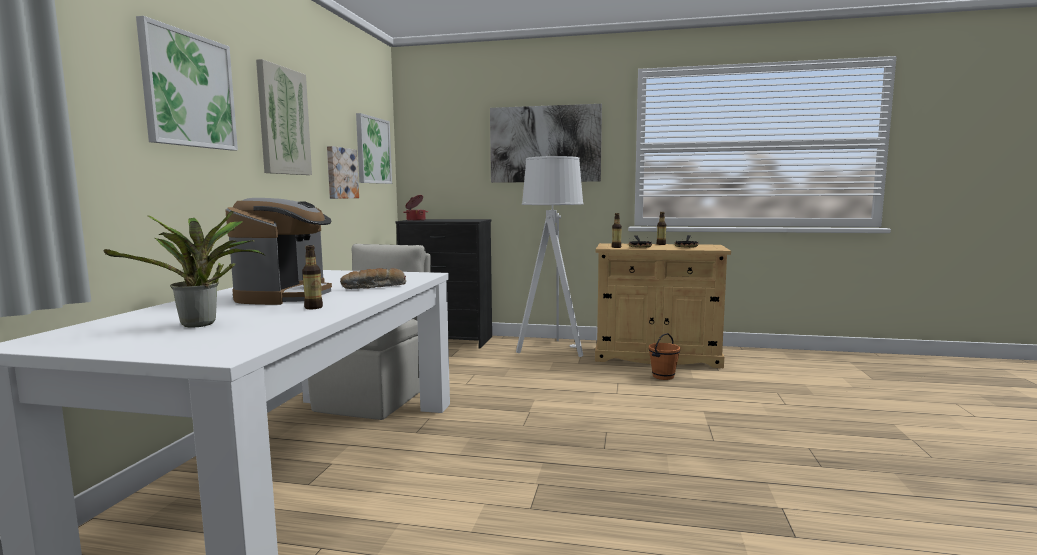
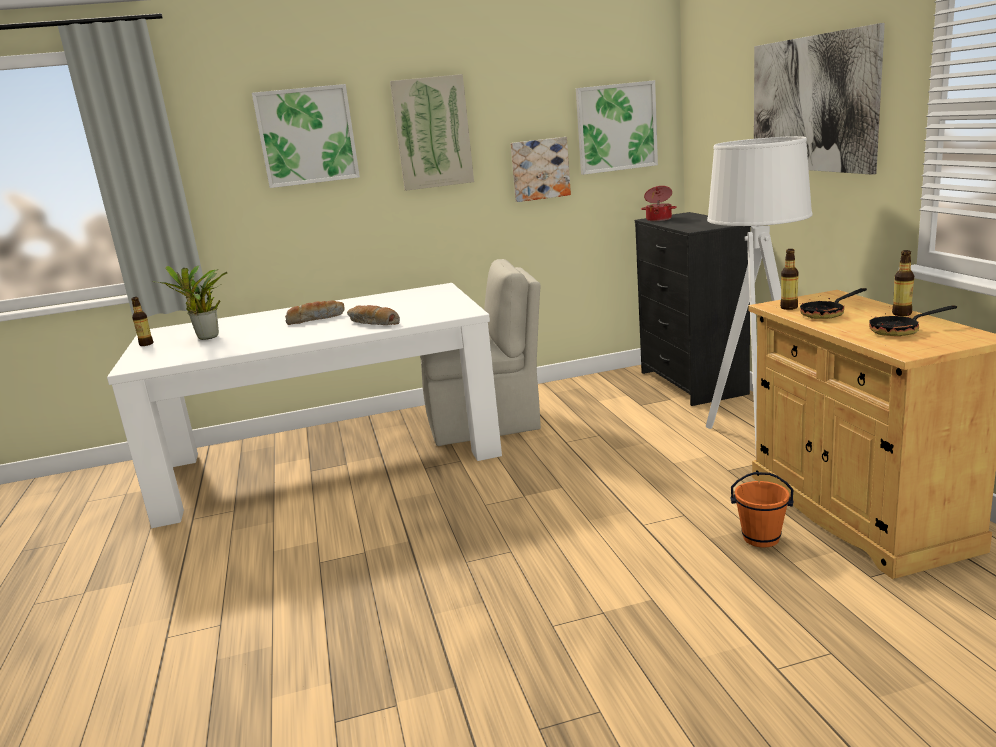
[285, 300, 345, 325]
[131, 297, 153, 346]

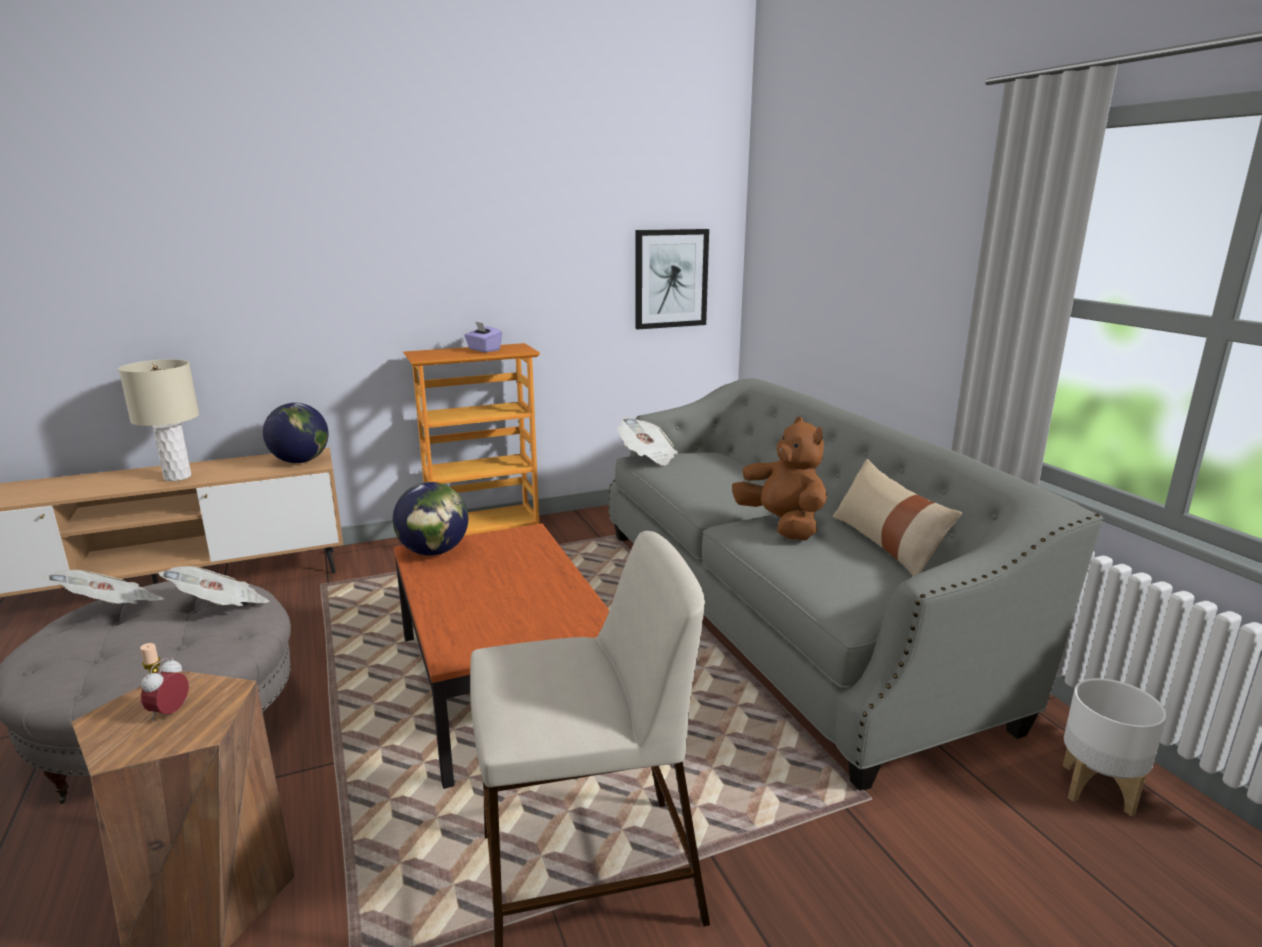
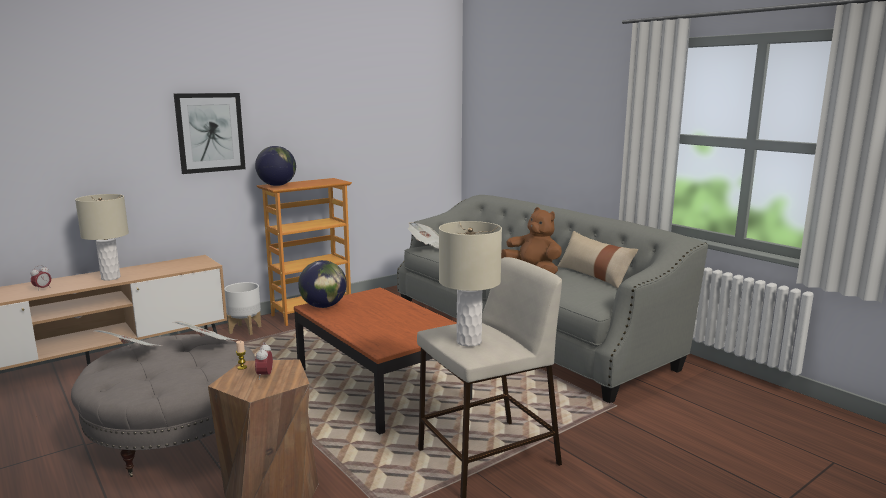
[174, 93, 246, 174]
[464, 321, 502, 352] (first image)
[255, 146, 296, 186]
[224, 282, 261, 335]
[439, 221, 502, 347]
[31, 265, 51, 291]

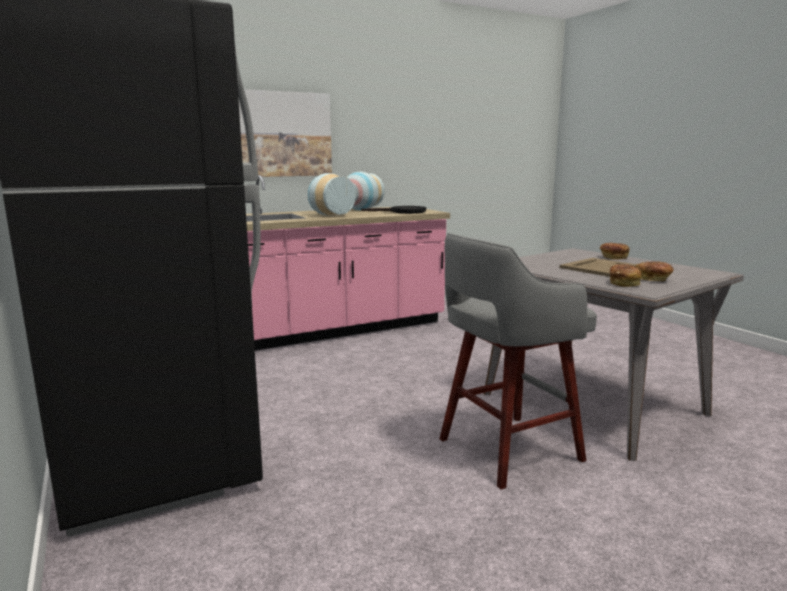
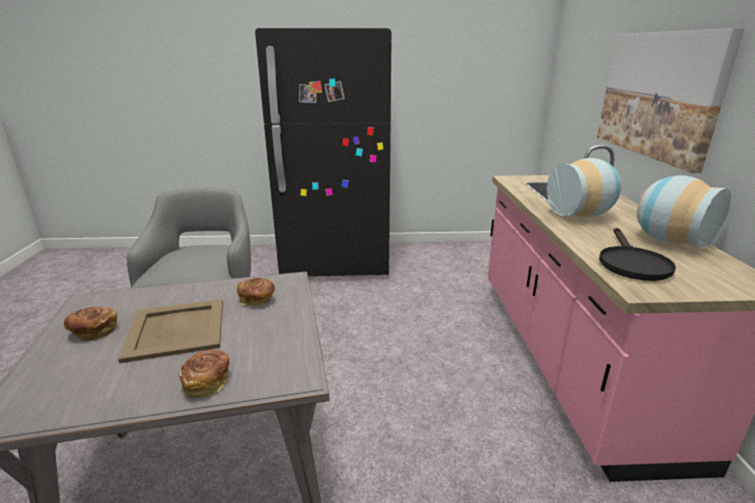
[237, 278, 275, 306]

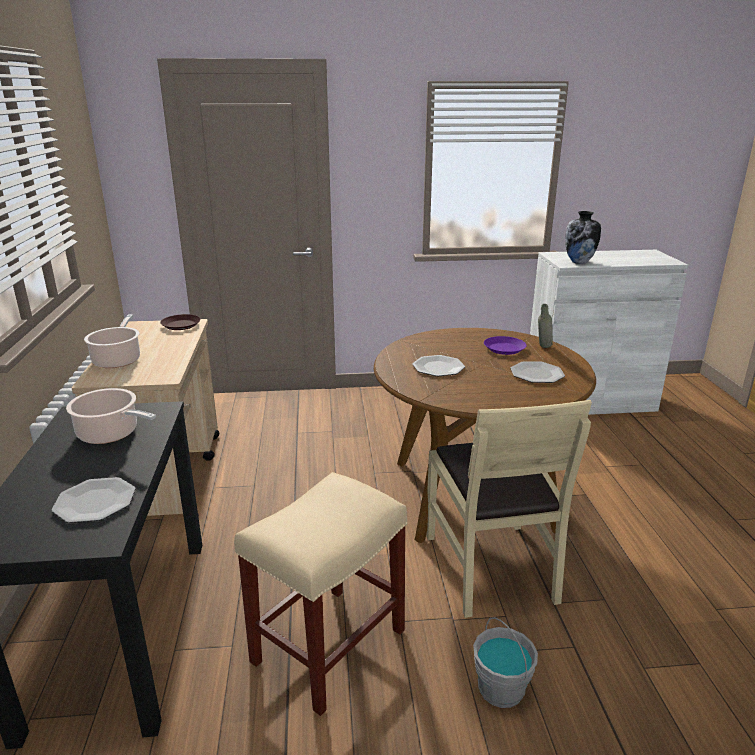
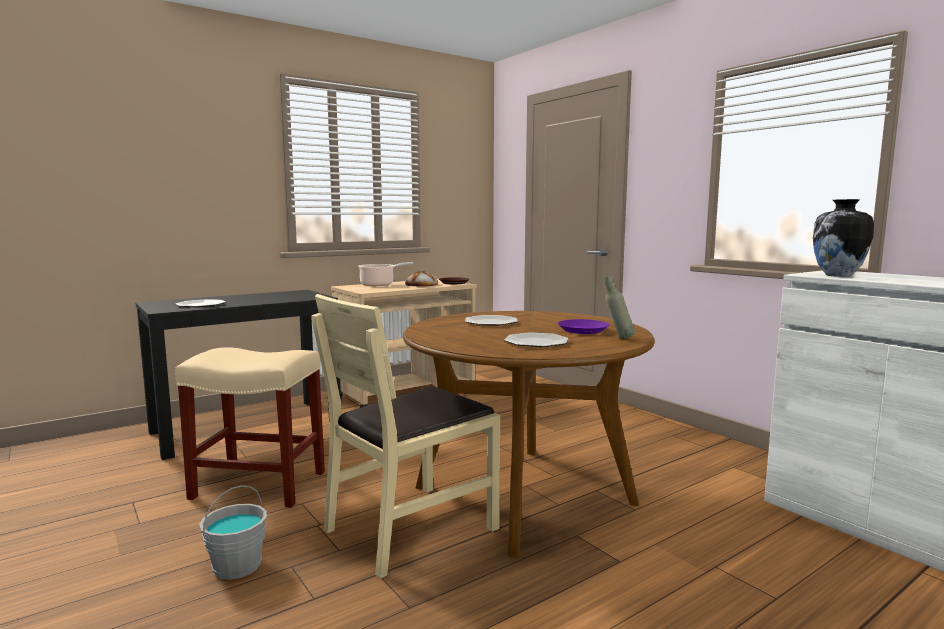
[66, 388, 156, 444] (first image)
[405, 271, 438, 287]

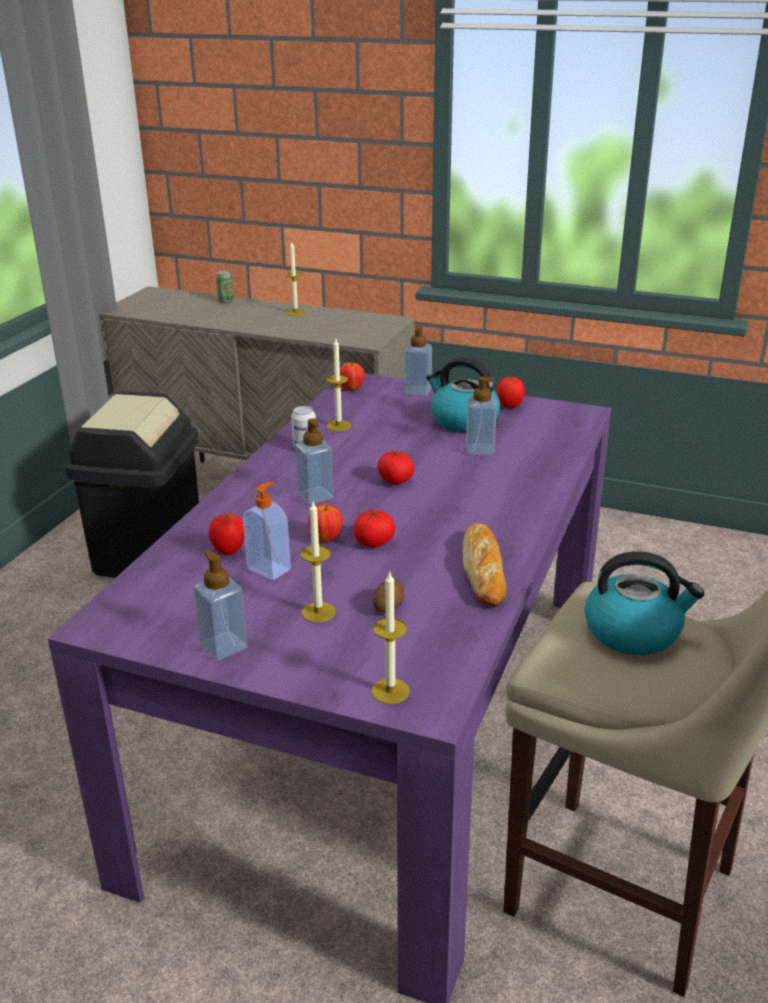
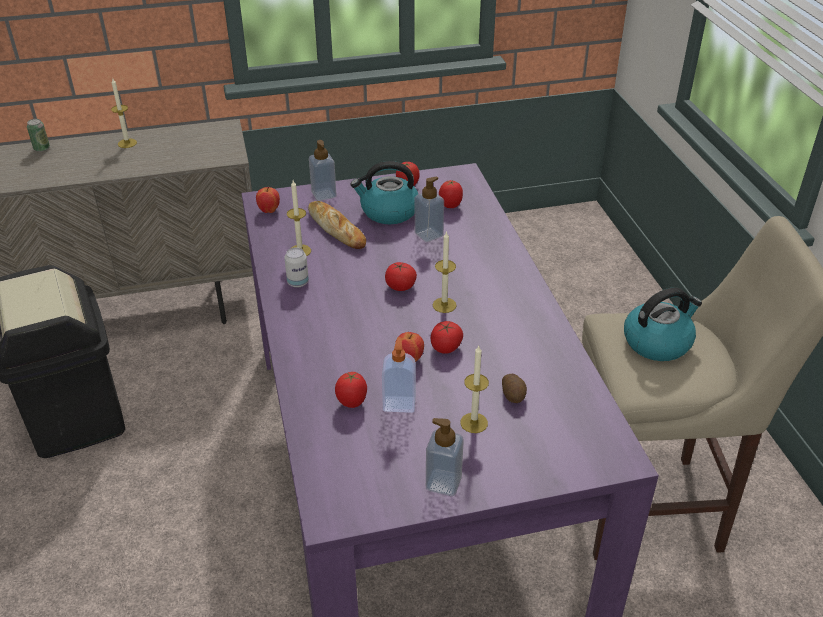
[295, 419, 334, 505] (first image)
[308, 201, 366, 249]
[433, 231, 457, 313]
[439, 180, 463, 208]

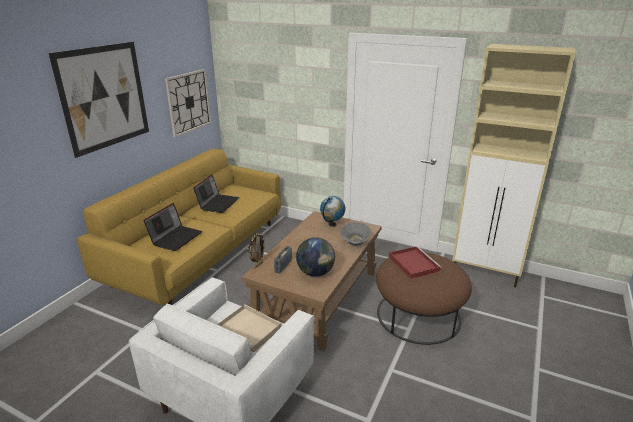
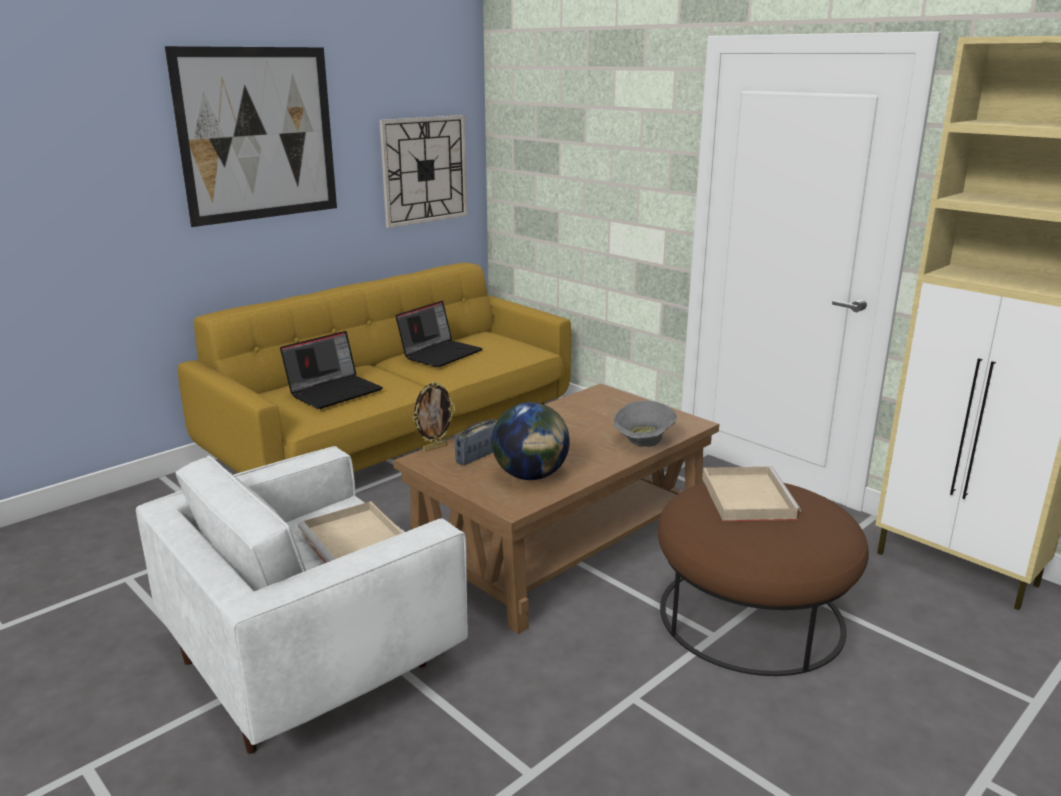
[320, 196, 345, 227] (first image)
[702, 466, 801, 521]

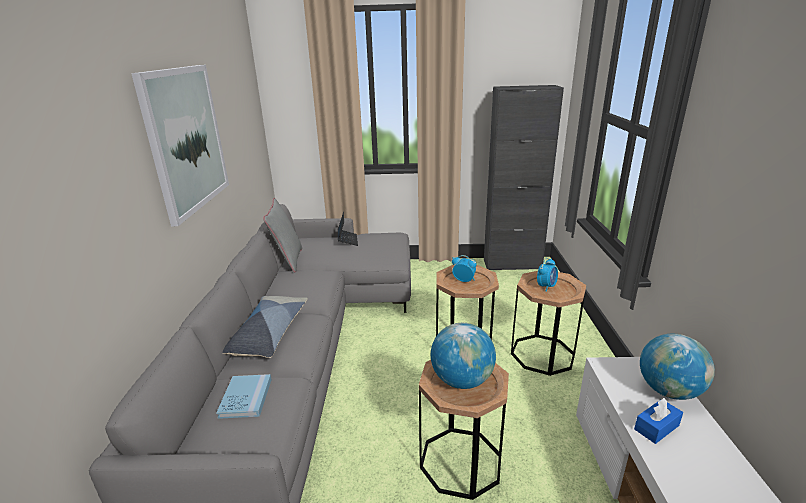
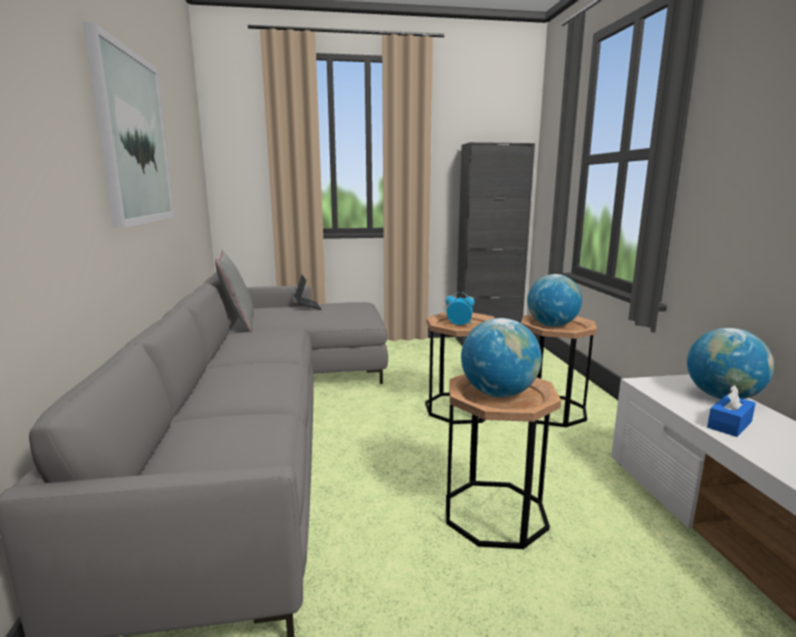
[527, 274, 582, 327]
[222, 296, 308, 358] (first image)
[216, 374, 272, 419] (first image)

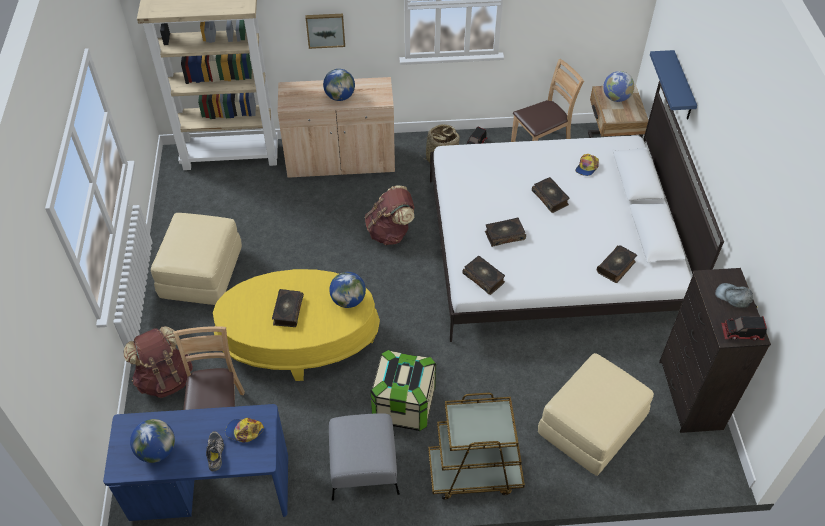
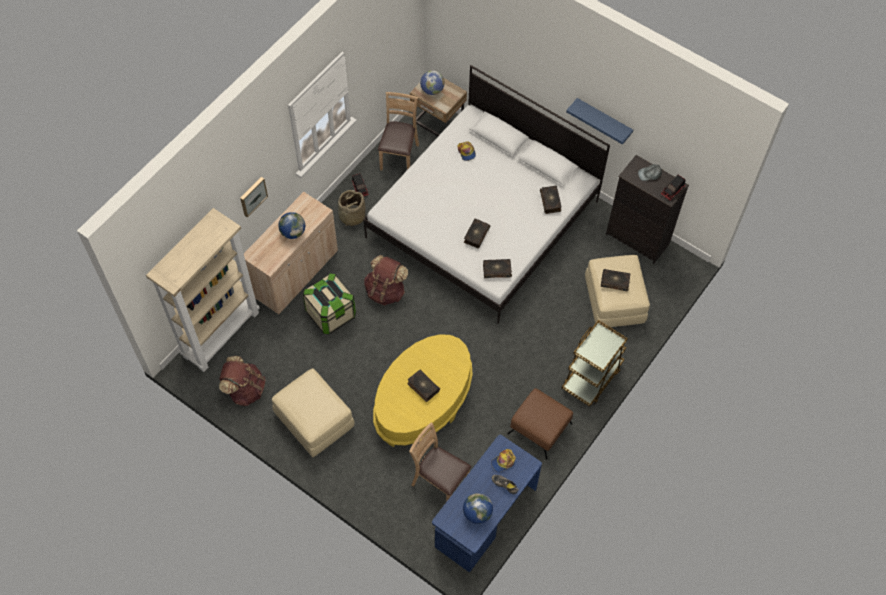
[566, 98, 633, 145]
[601, 269, 630, 291]
[329, 272, 366, 308] (first image)
[219, 356, 265, 406]
[303, 273, 356, 334]
[507, 388, 573, 459]

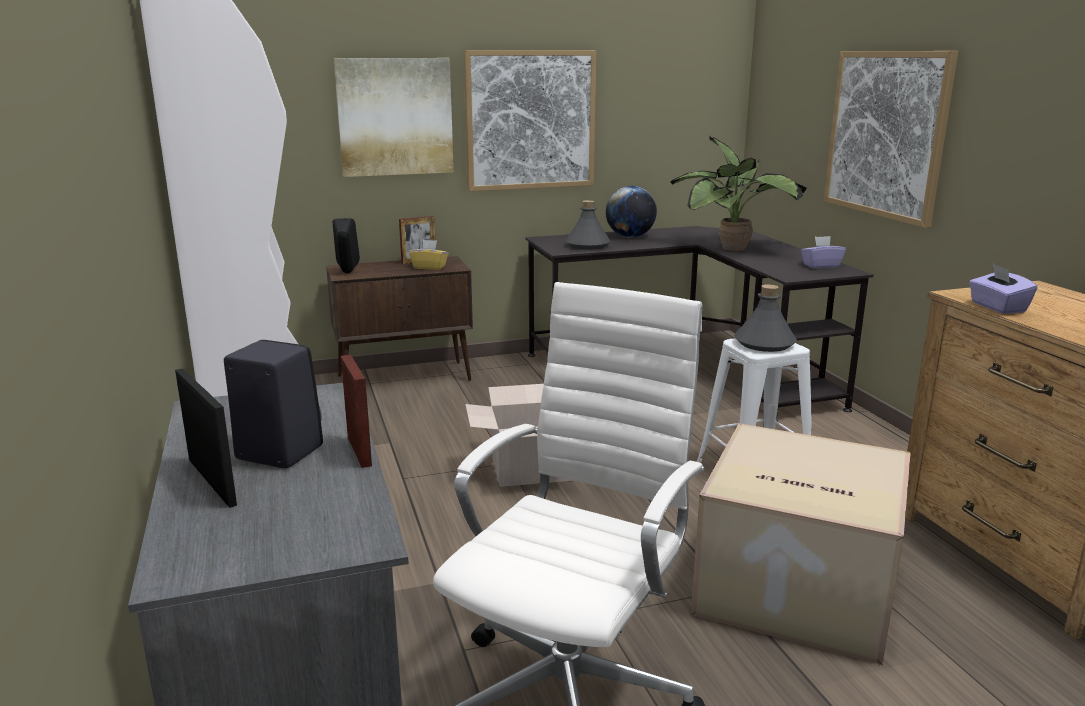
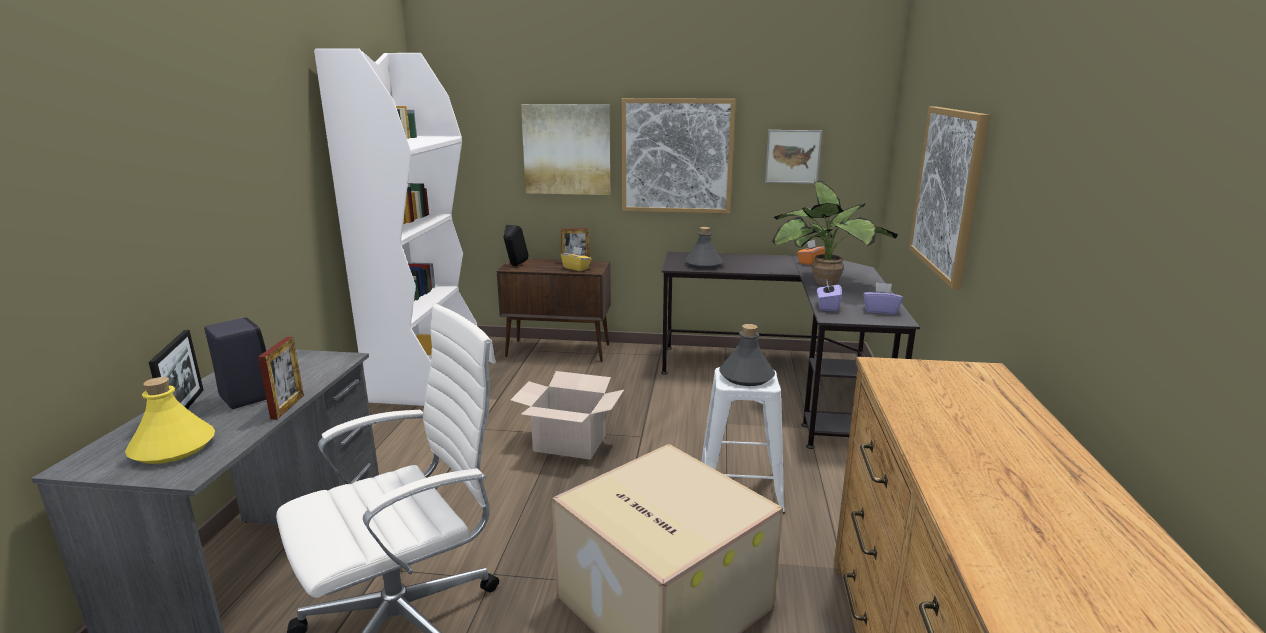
[606, 186, 657, 238] (first image)
[817, 281, 842, 311]
[765, 130, 822, 184]
[797, 240, 825, 265]
[125, 377, 215, 464]

